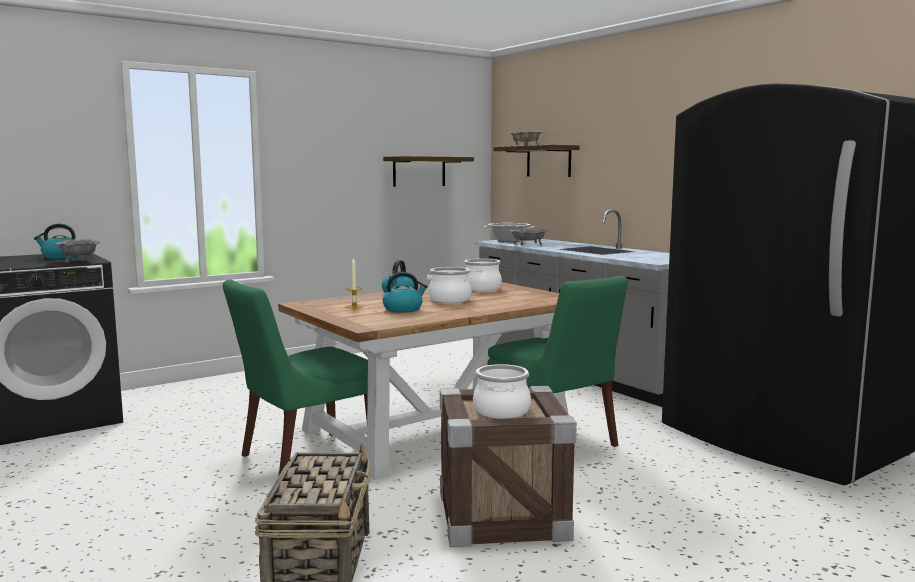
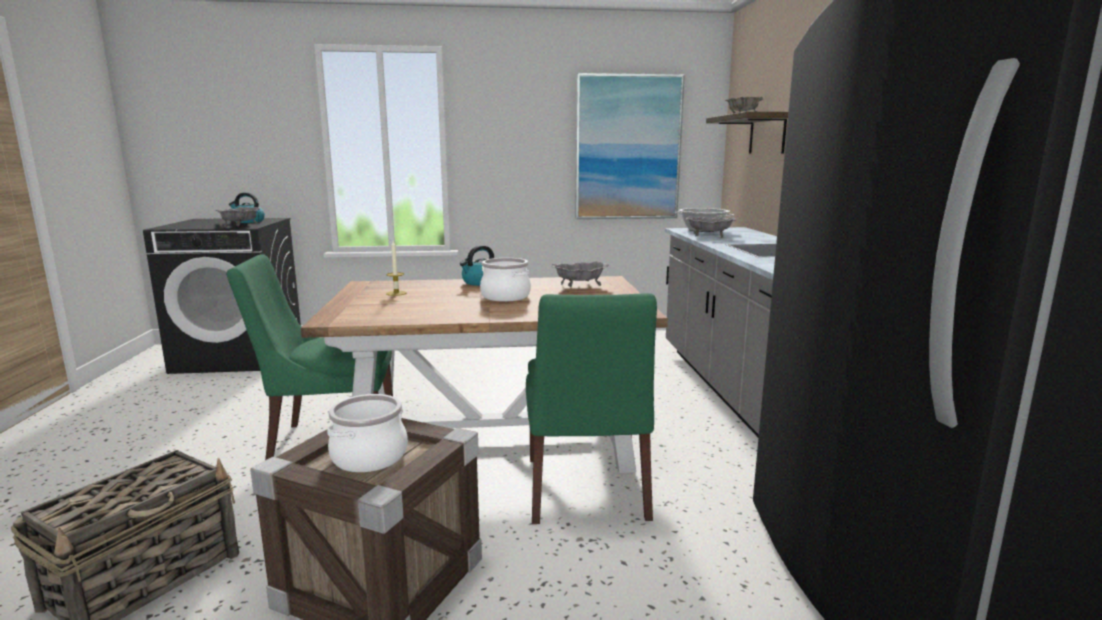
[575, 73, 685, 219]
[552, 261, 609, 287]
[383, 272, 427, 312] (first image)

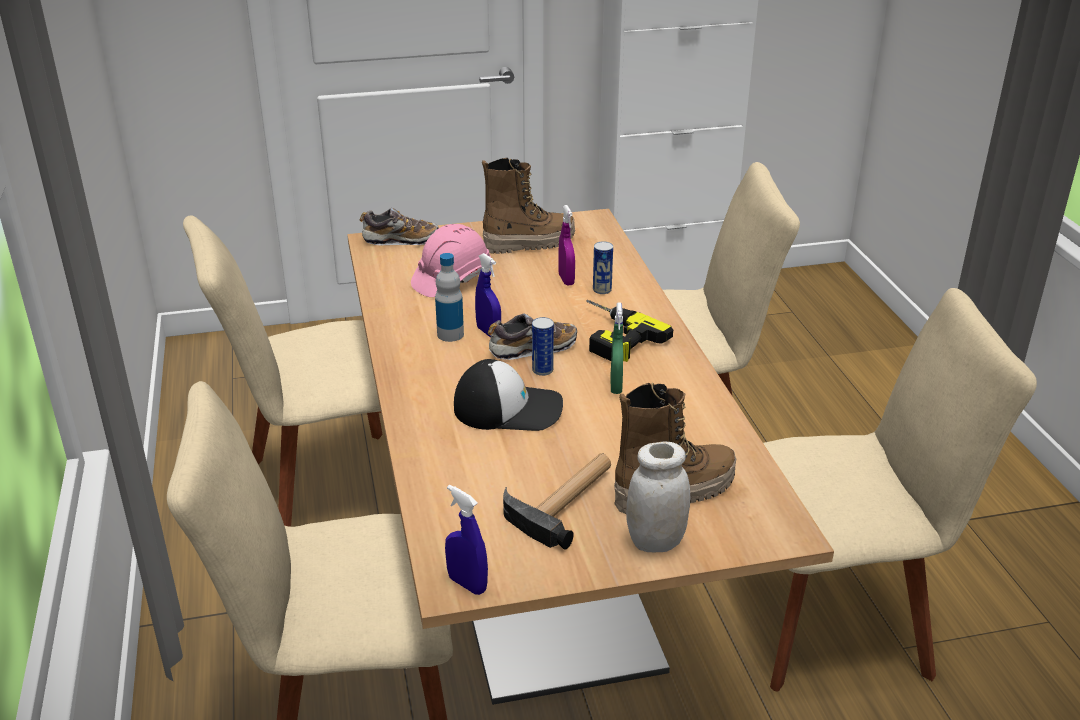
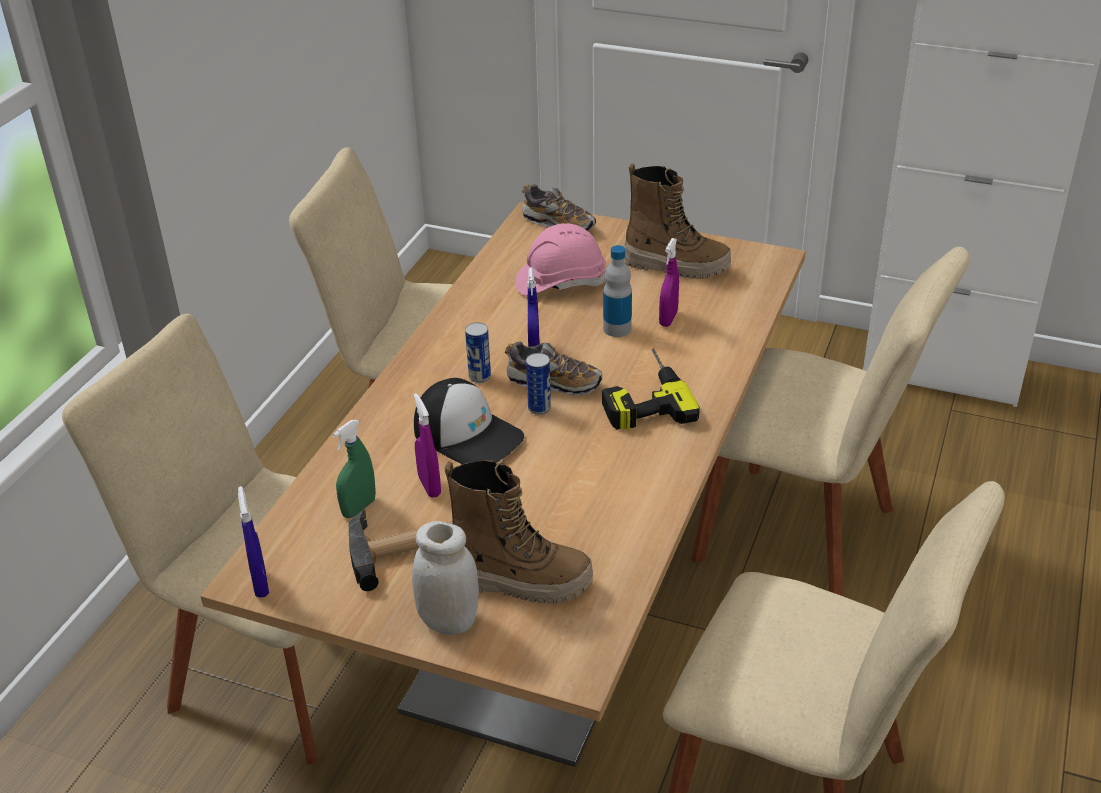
[465, 322, 491, 383]
[603, 245, 632, 337]
[332, 420, 376, 518]
[414, 393, 441, 498]

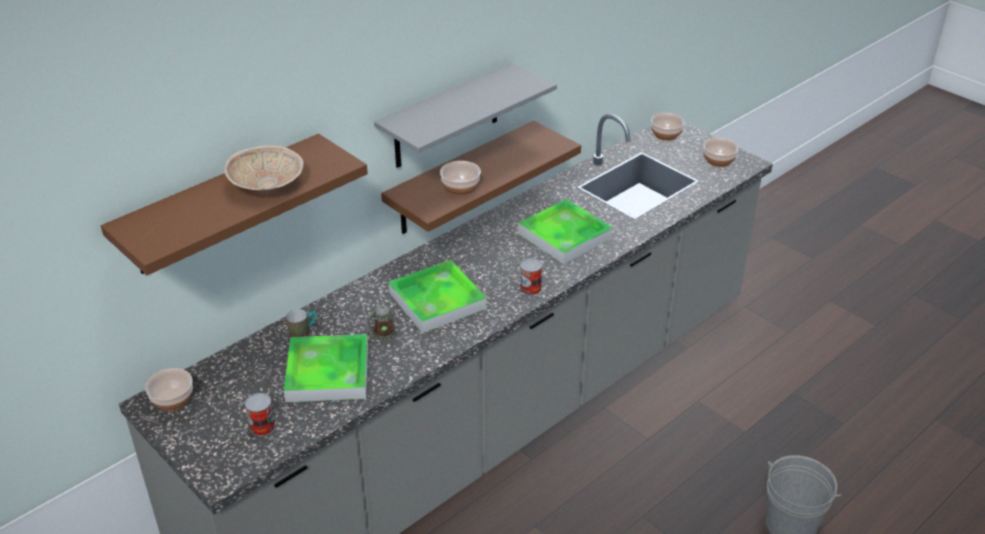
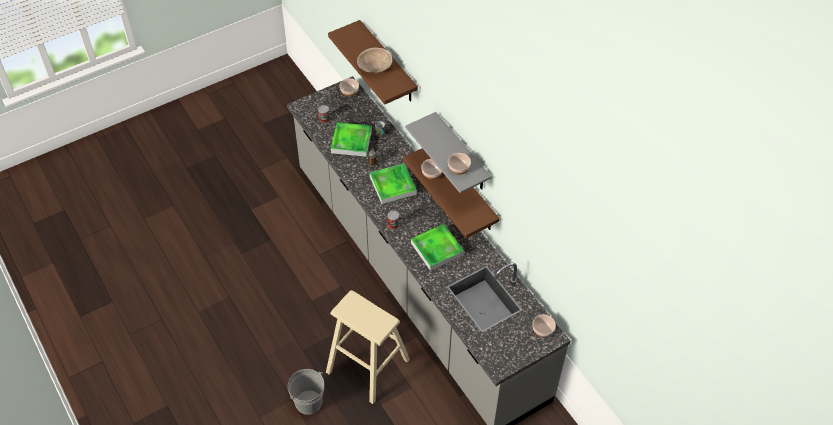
[448, 153, 471, 175]
[326, 290, 410, 404]

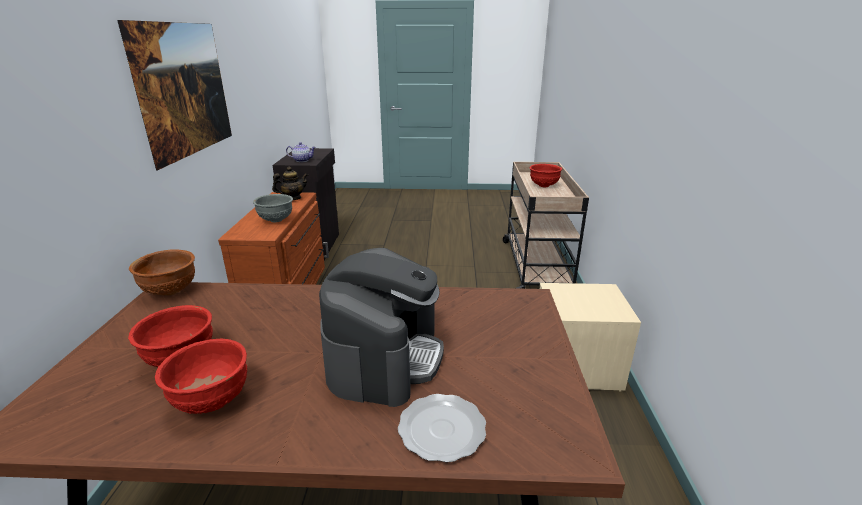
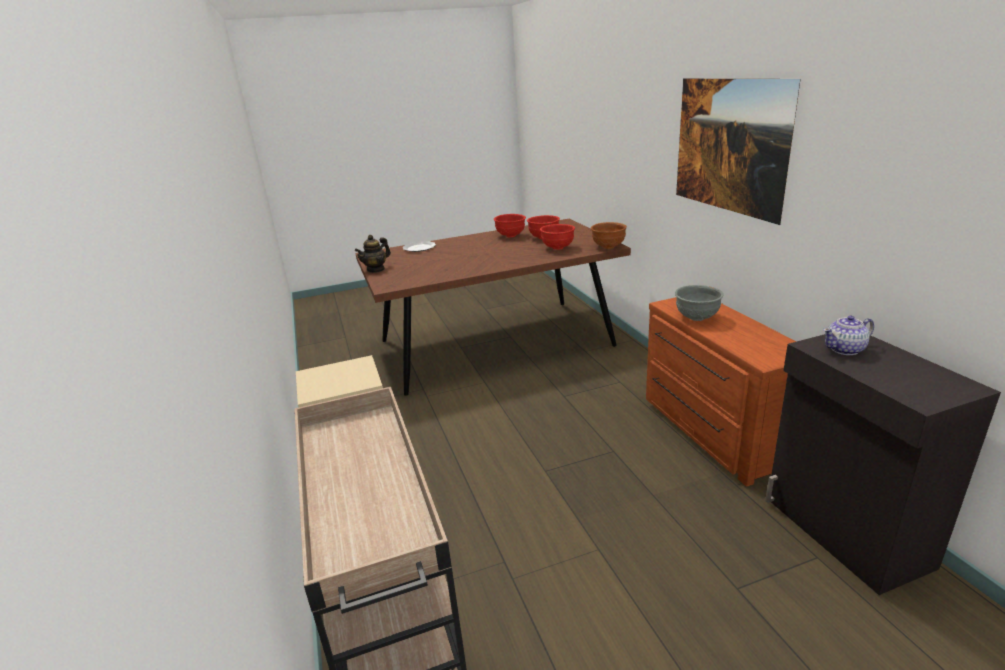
[540, 224, 575, 250]
[355, 235, 391, 273]
[319, 248, 444, 407] (first image)

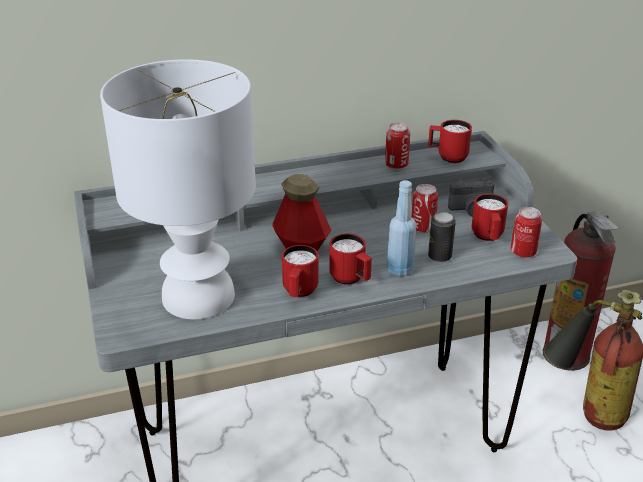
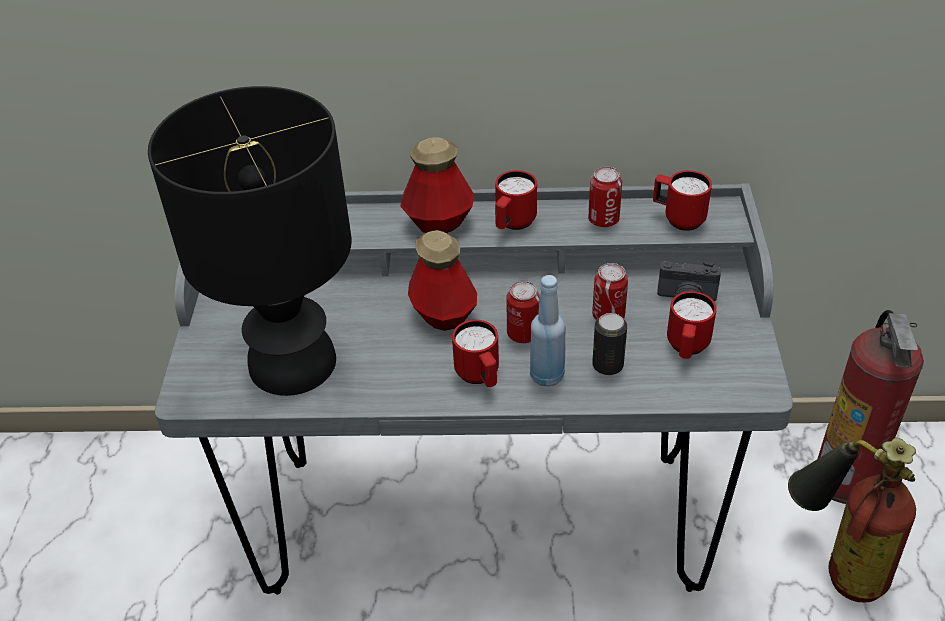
[148, 86, 352, 396]
[507, 281, 540, 343]
[495, 170, 537, 230]
[400, 138, 474, 233]

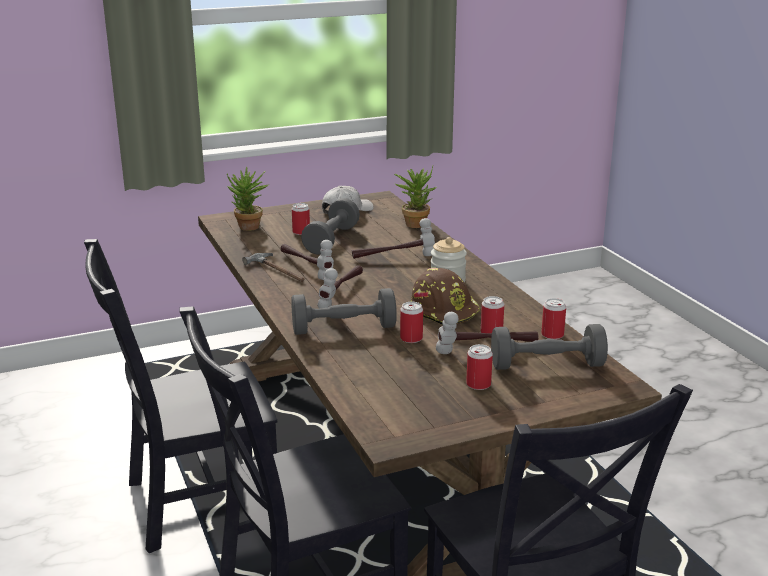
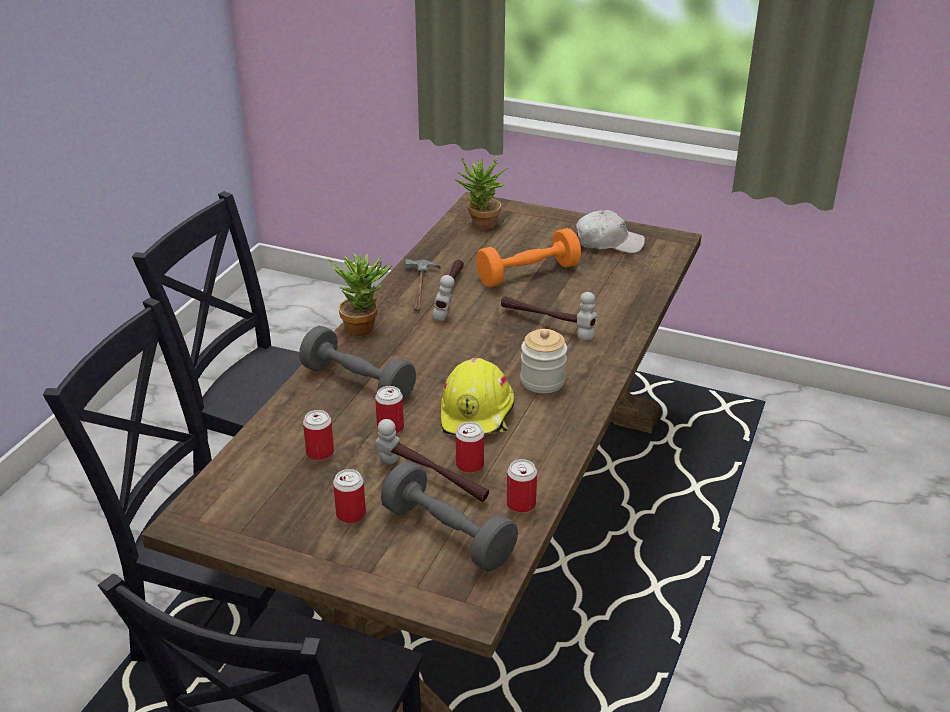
[327, 253, 392, 336]
[476, 228, 581, 287]
[303, 410, 334, 461]
[318, 265, 363, 308] (first image)
[441, 358, 514, 436]

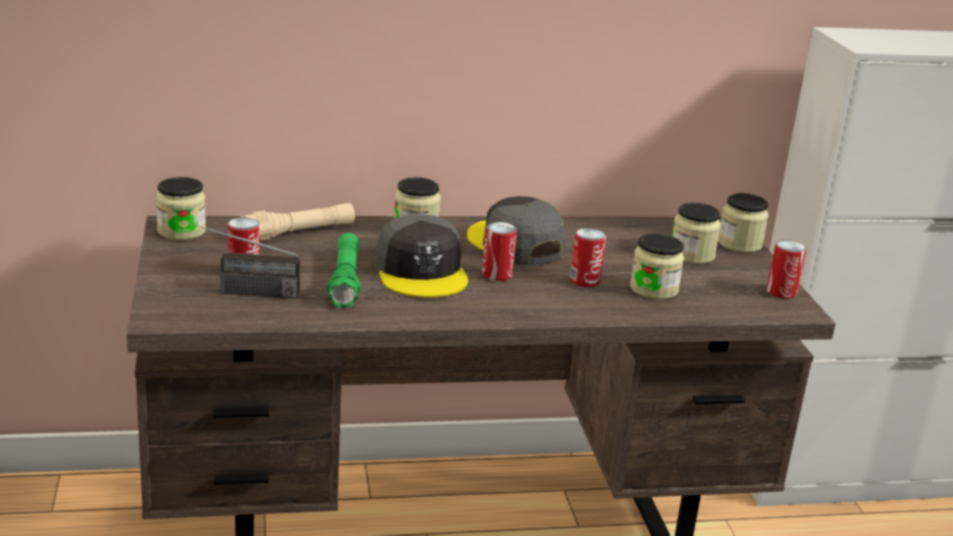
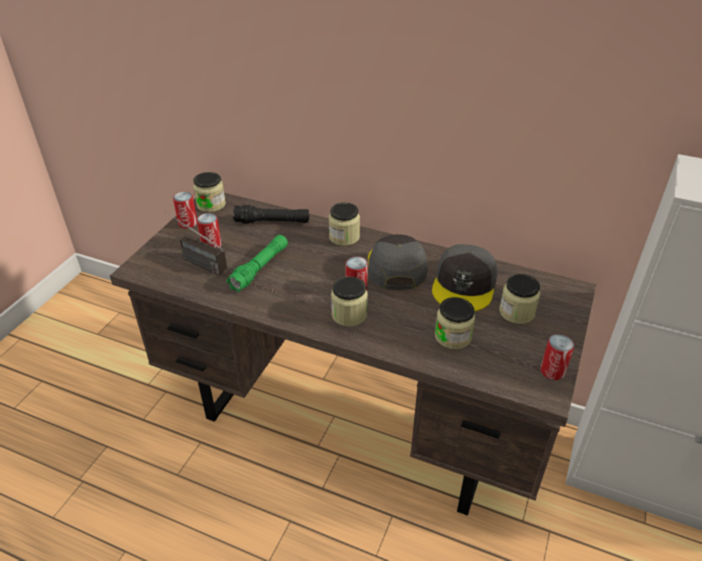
[331, 276, 368, 327]
[233, 205, 309, 224]
[432, 244, 498, 311]
[173, 192, 197, 228]

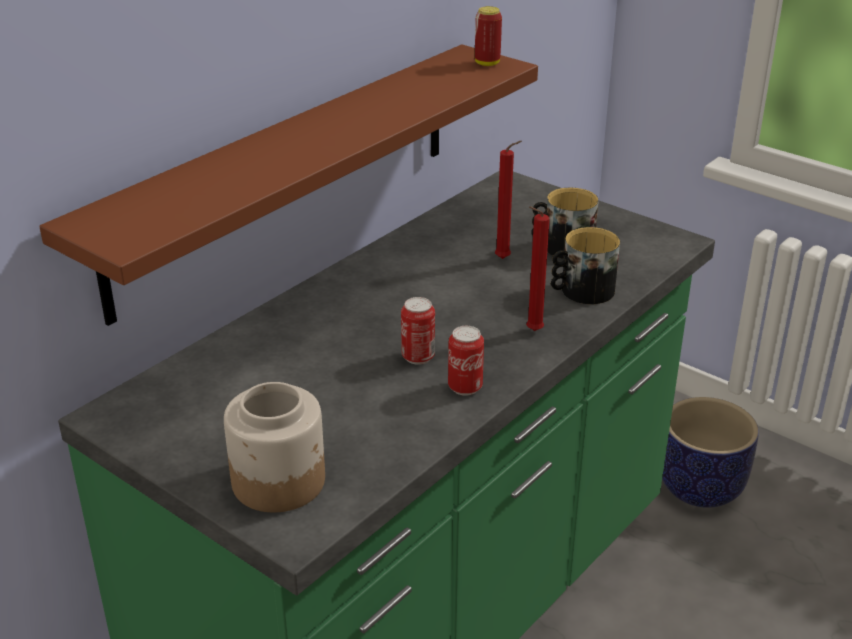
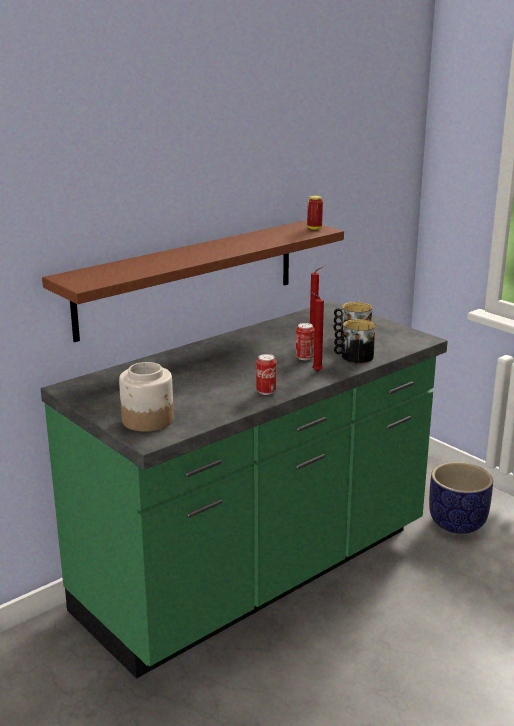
[296, 323, 315, 360]

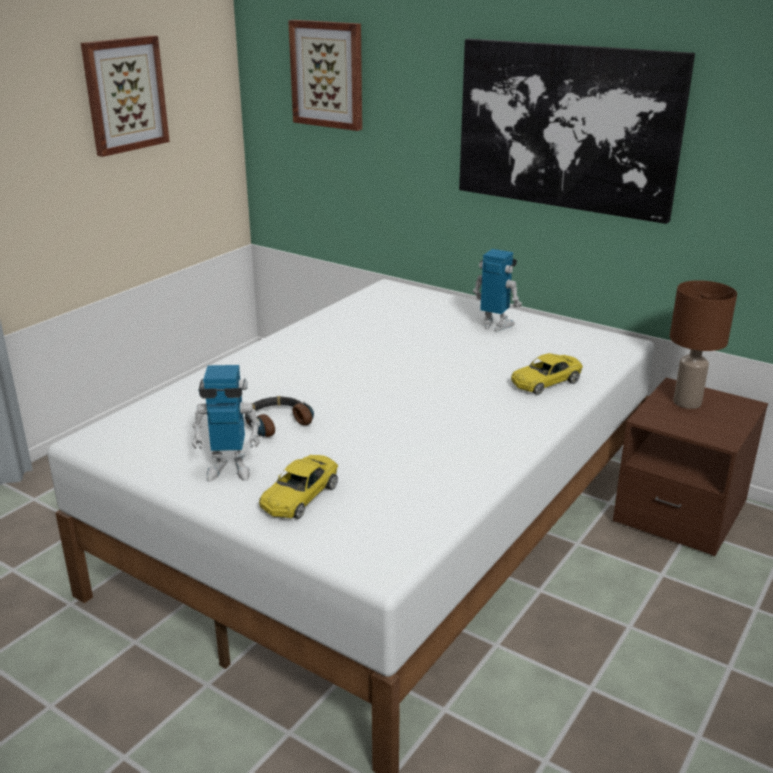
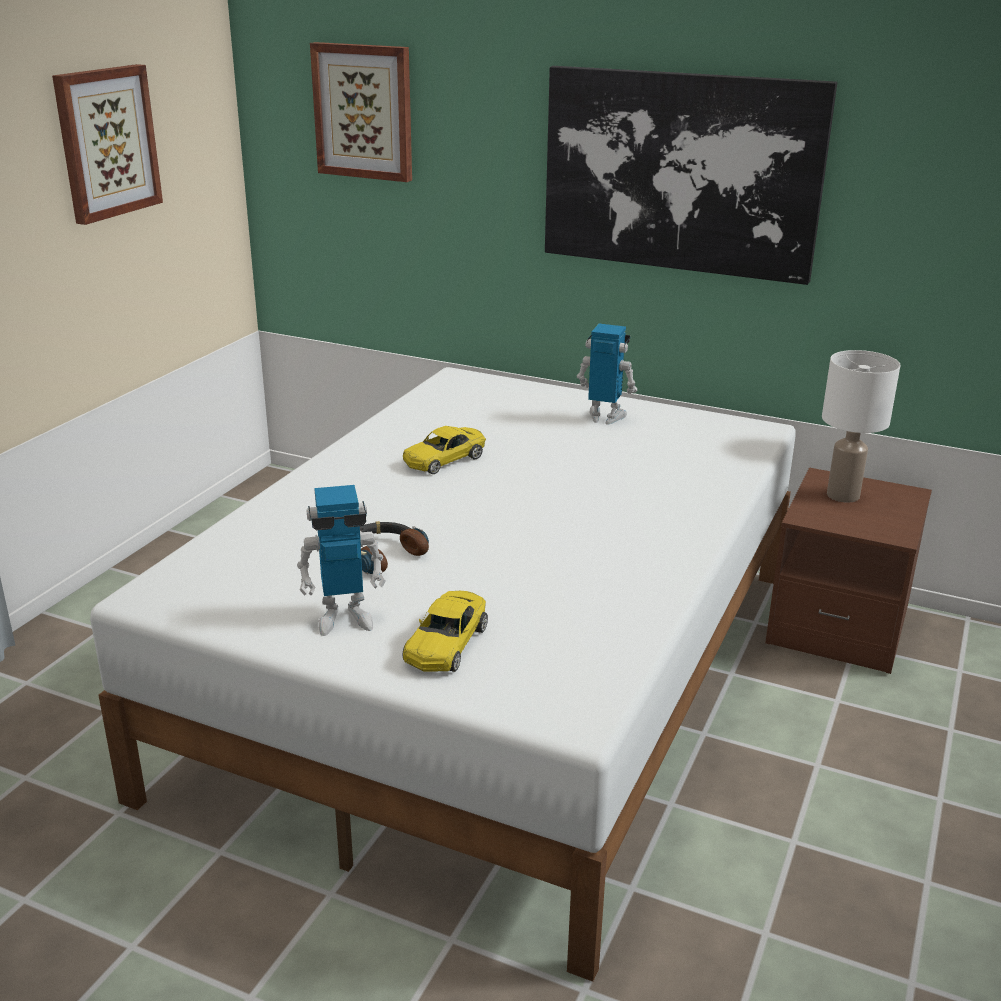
[822, 350, 901, 503]
[403, 426, 486, 474]

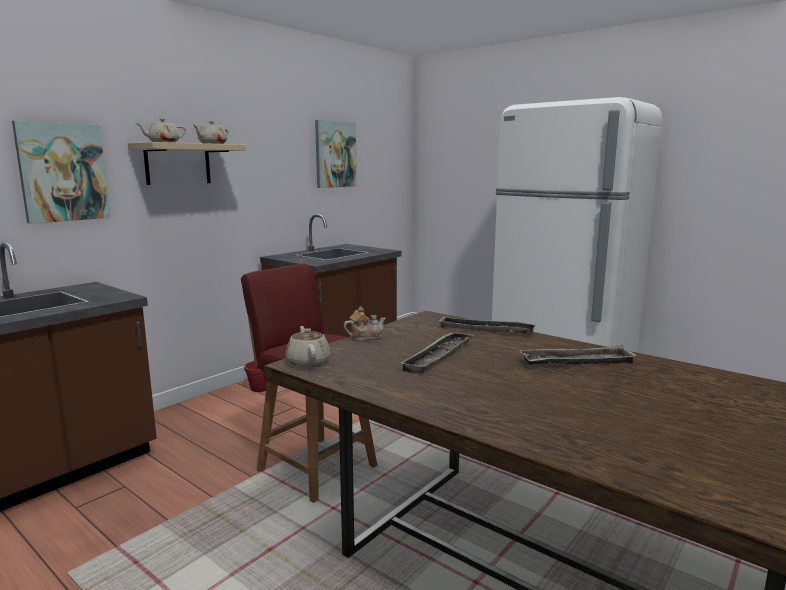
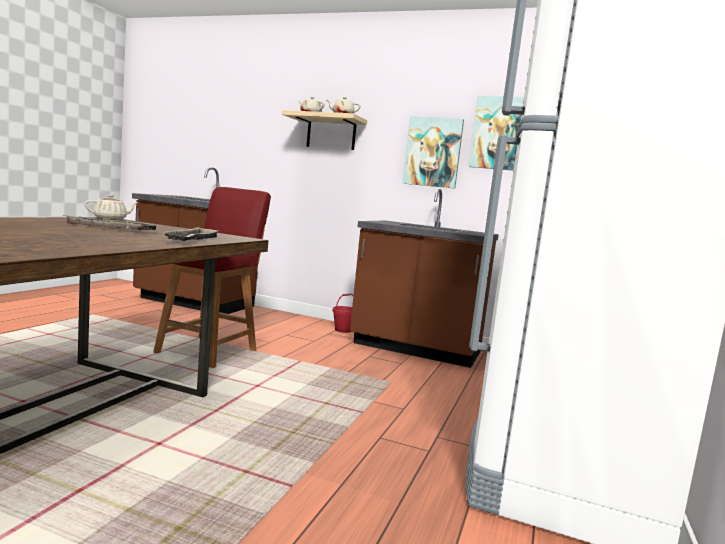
[402, 116, 464, 188]
[344, 307, 386, 341] (first image)
[520, 345, 637, 365] (first image)

